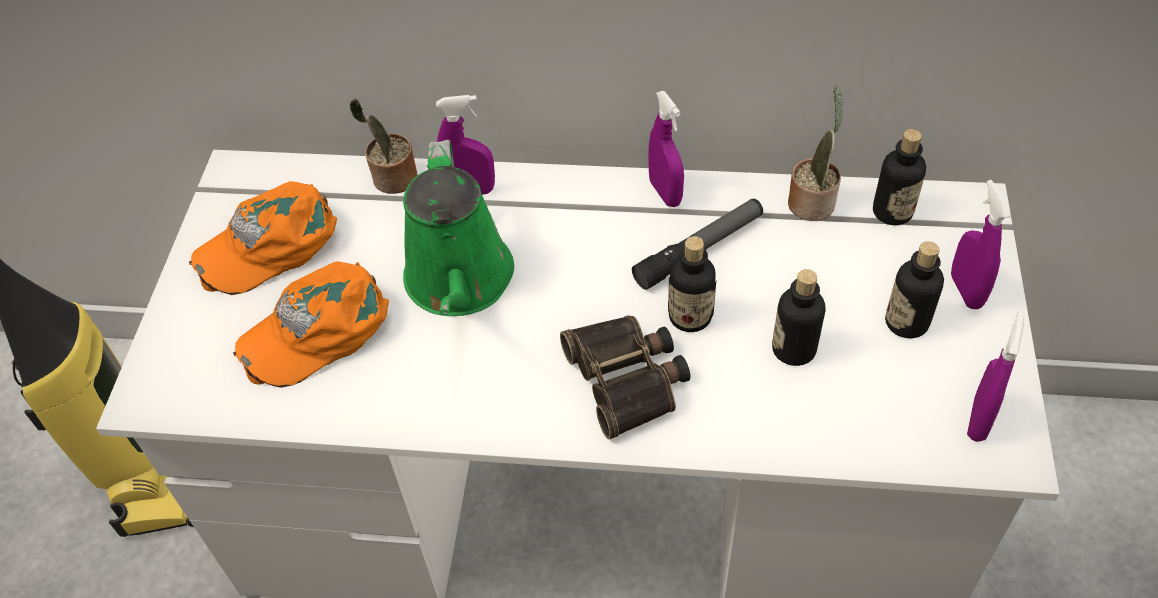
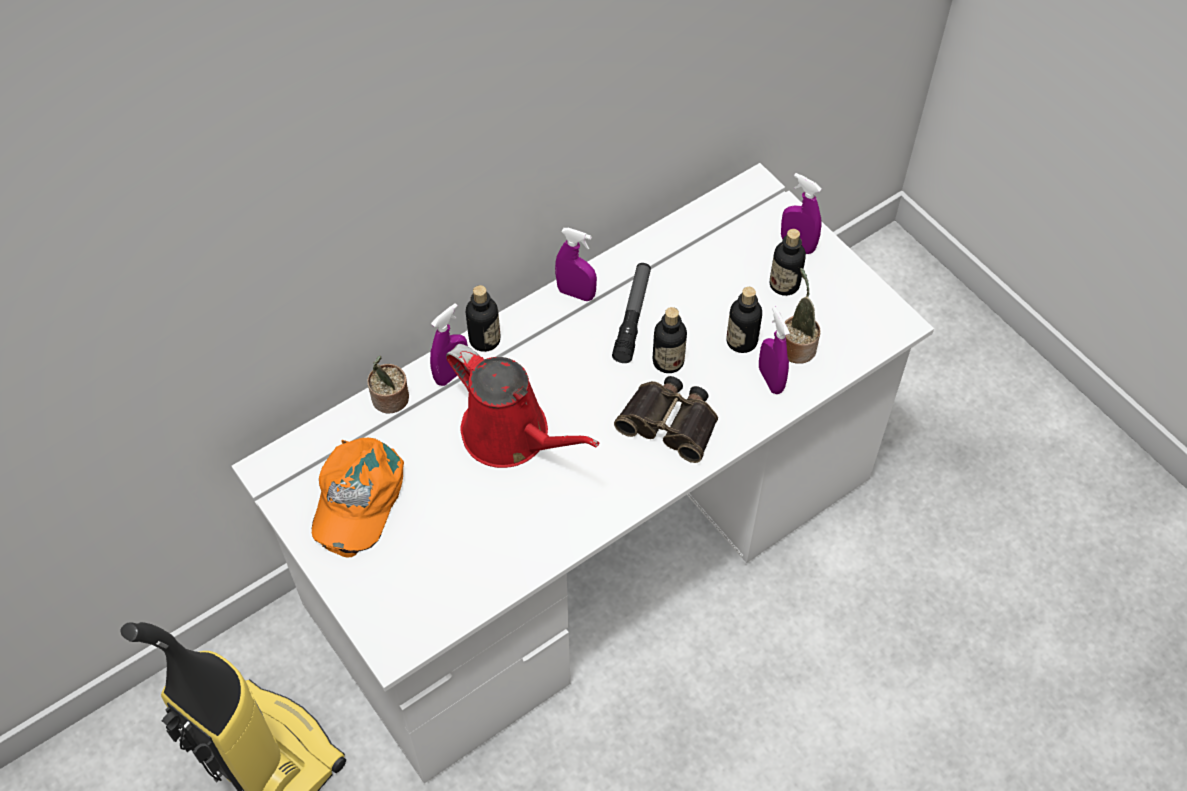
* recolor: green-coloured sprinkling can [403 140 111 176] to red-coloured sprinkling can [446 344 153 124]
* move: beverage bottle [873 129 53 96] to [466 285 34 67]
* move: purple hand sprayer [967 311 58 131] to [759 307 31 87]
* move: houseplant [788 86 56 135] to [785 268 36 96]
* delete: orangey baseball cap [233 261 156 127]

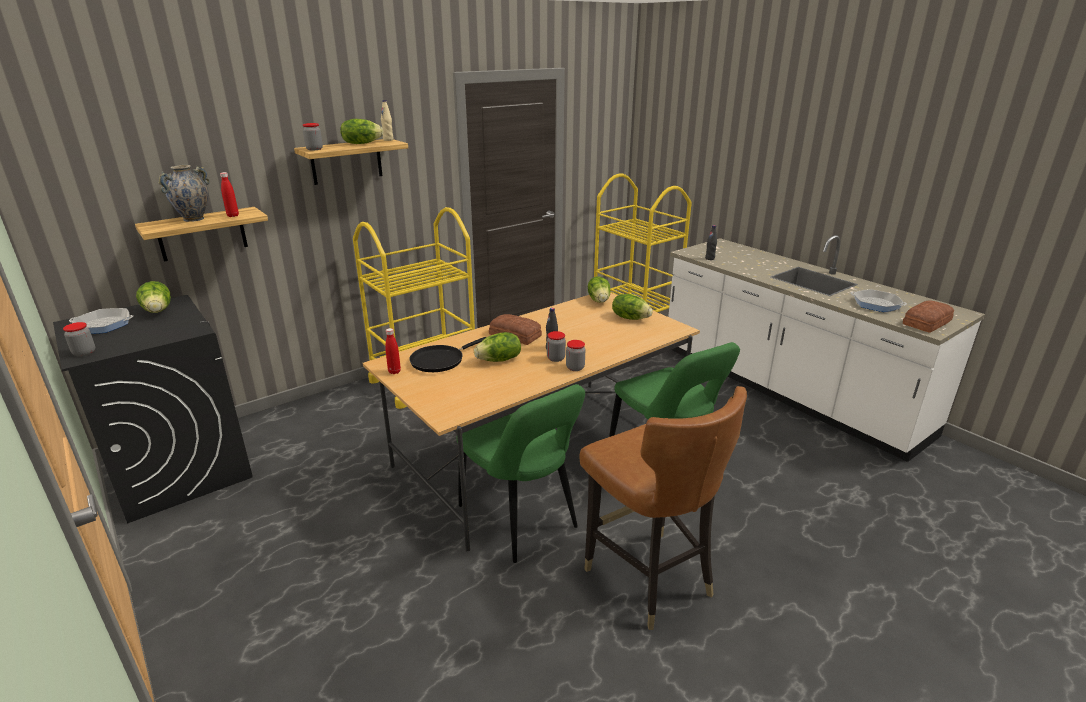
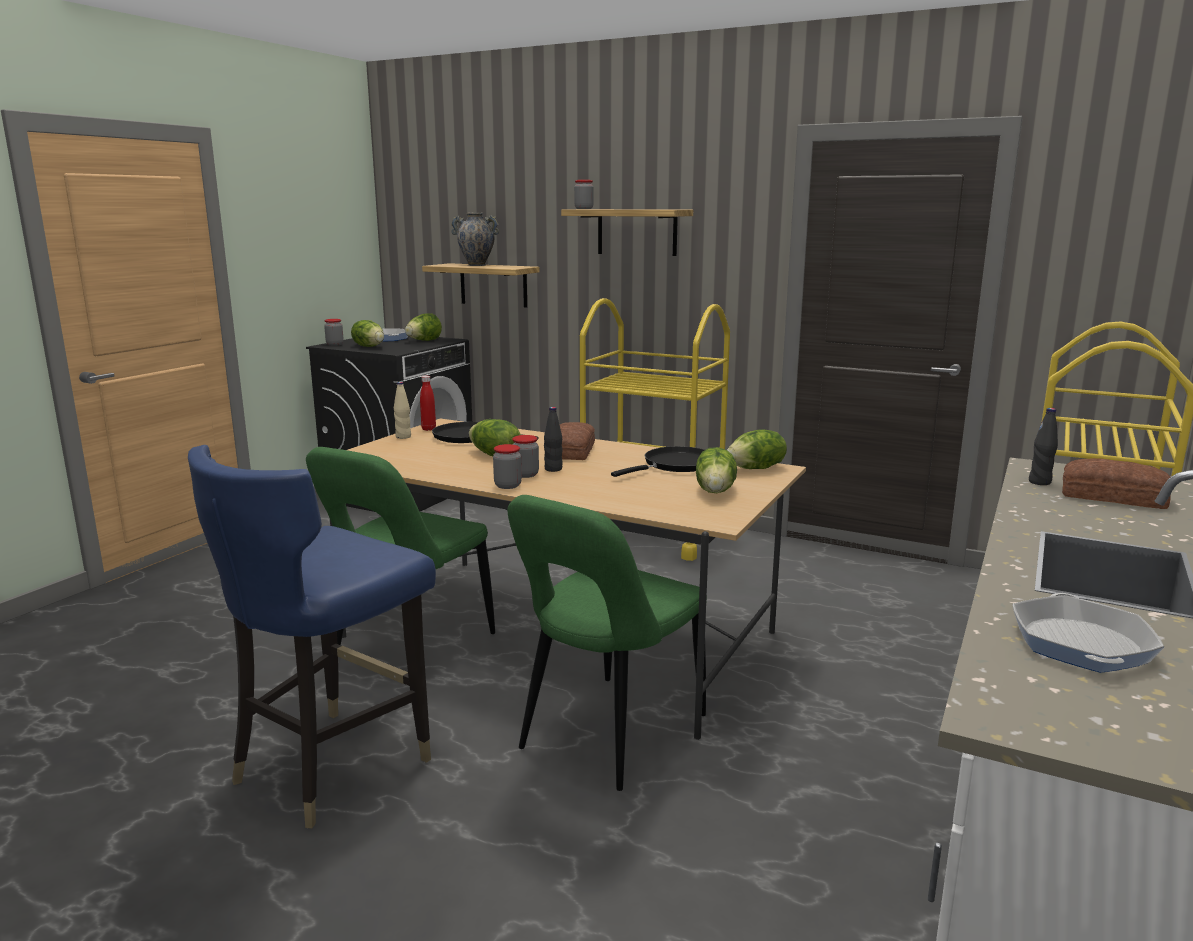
* recolor: brownish chair [580 386 167 244] to bluish chair [188 445 248 384]
* move: lettuce [340 119 43 25] to [351 320 33 27]
* move: beige beverage bottle [381 100 13 41] to [394 382 17 57]
* insert: blackish pan [611 446 94 31]
* move: bread [903 301 51 32] to [1062 458 109 51]
* delete: red-coloured beverage bottle [220 172 19 45]

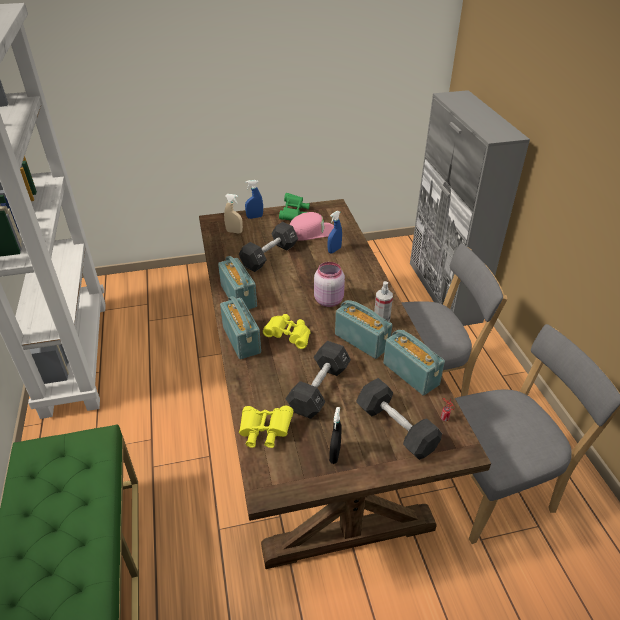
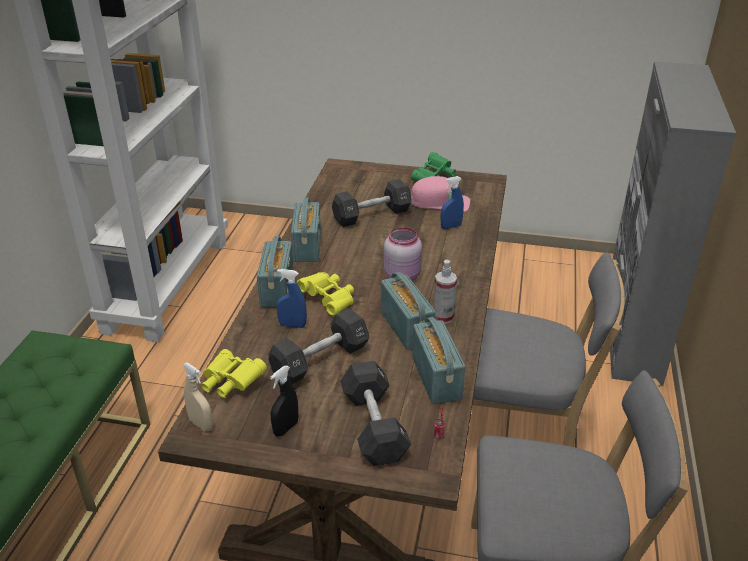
* move: beige hand sprayer [224 194 19 39] to [183 362 30 69]
* move: bluish hand sprayer [245 180 18 39] to [277 269 30 59]

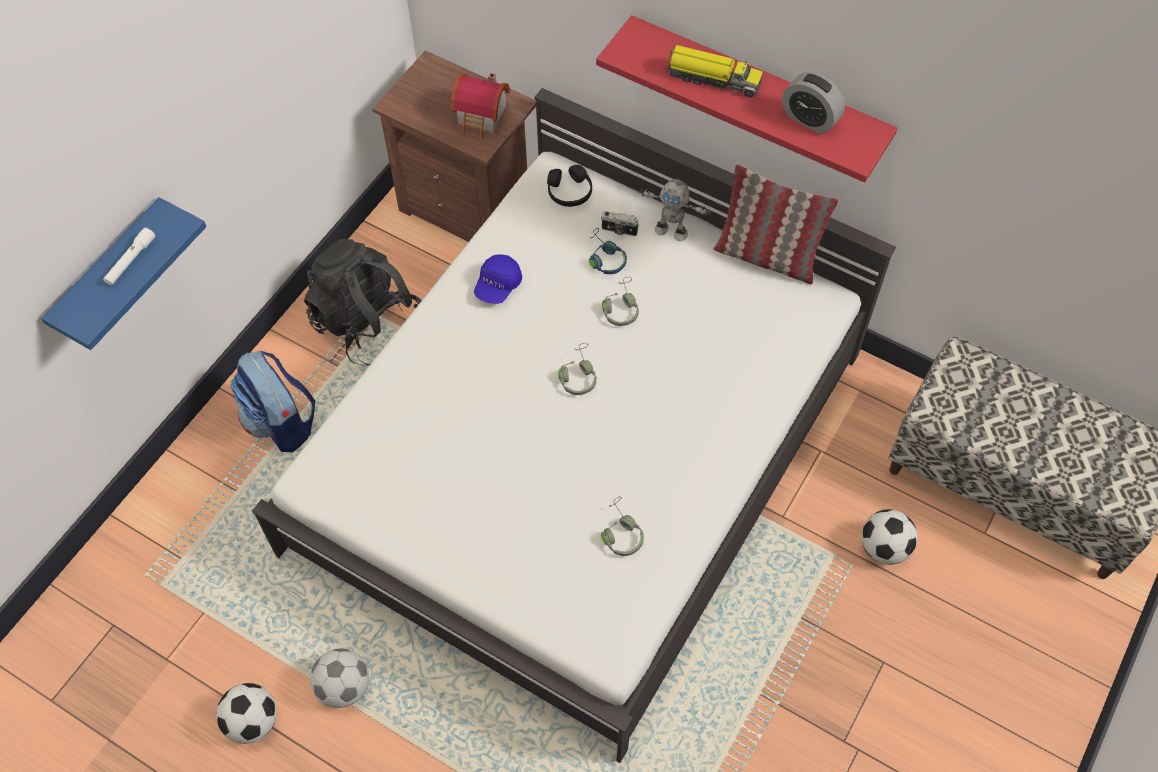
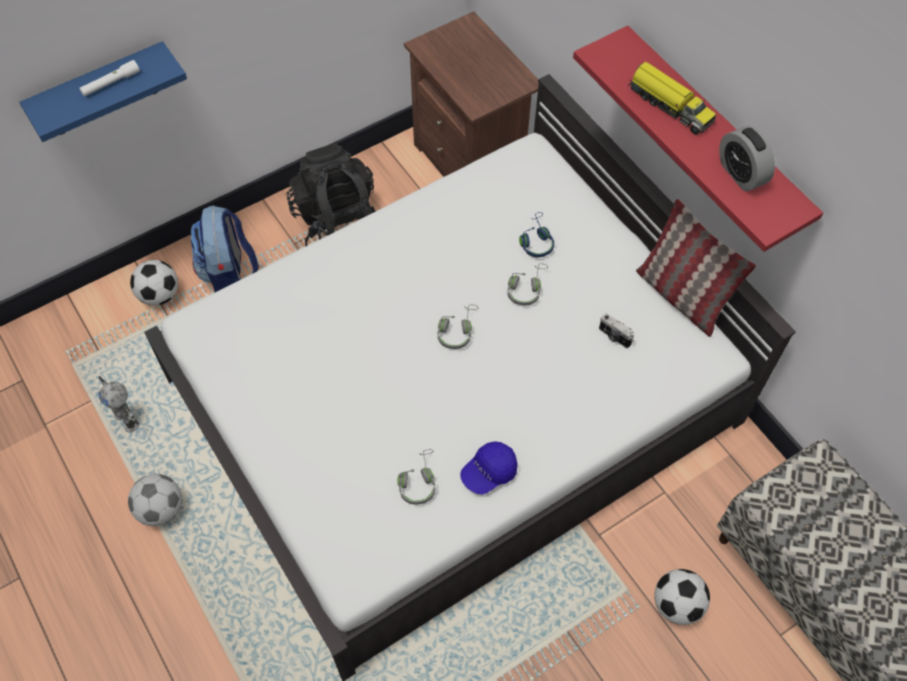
* move: toy robot [639 179 72 62] to [99 376 41 57]
* move: football [216 683 61 61] to [130 260 48 46]
* move: bluish baseball cap [474 254 48 50] to [460 442 58 53]
* move: photo camera [601 211 38 25] to [599 313 35 35]
* delete: toy house [451 72 59 67]
* delete: blackish headphones [547 165 45 42]

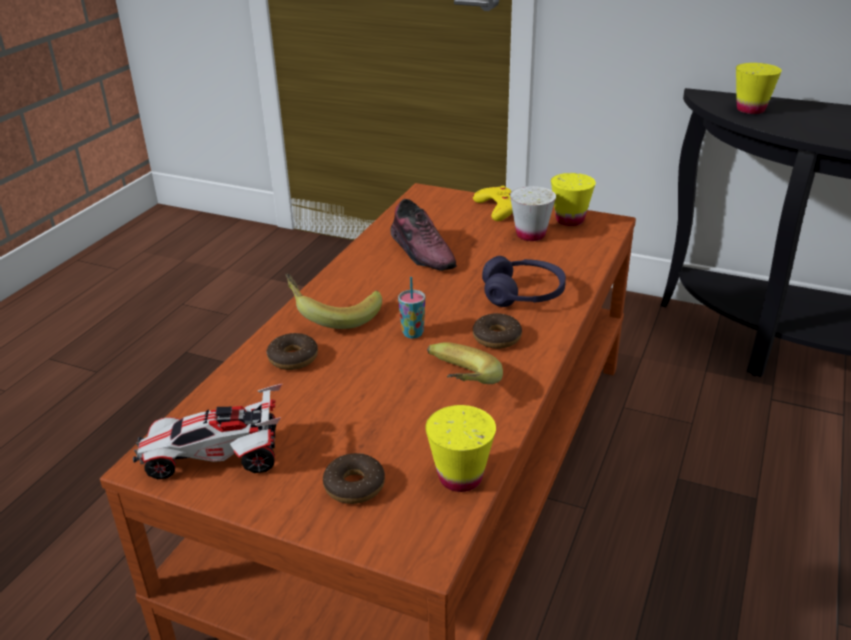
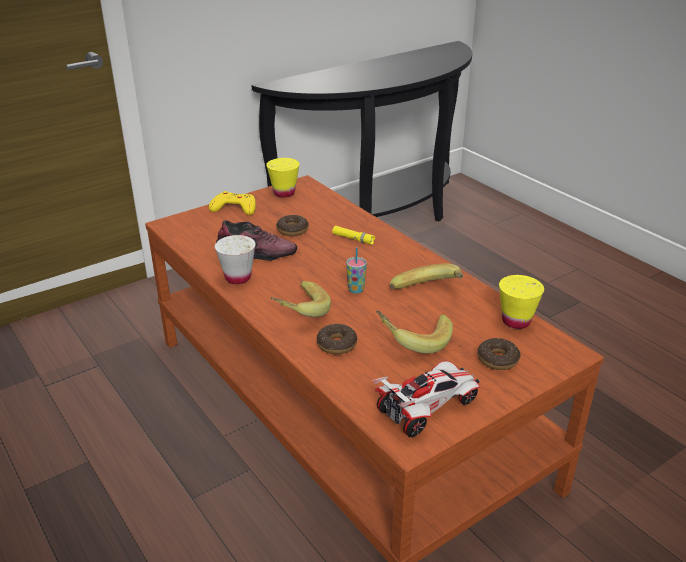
* move: whitish cup [510 186 46 55] to [215 235 40 49]
* move: ring doughnut [473 313 49 36] to [276 215 33 21]
* replace: purple headphones [482 256 84 51] to yellow-coloured flashlight [332 226 43 19]
* rotate: model car [133 384 149 95] = [372 361 108 76] 150 degrees counterclockwise
* insert: whole banana [376 311 77 43]
* delete: yellow-coloured cup [736 63 46 51]

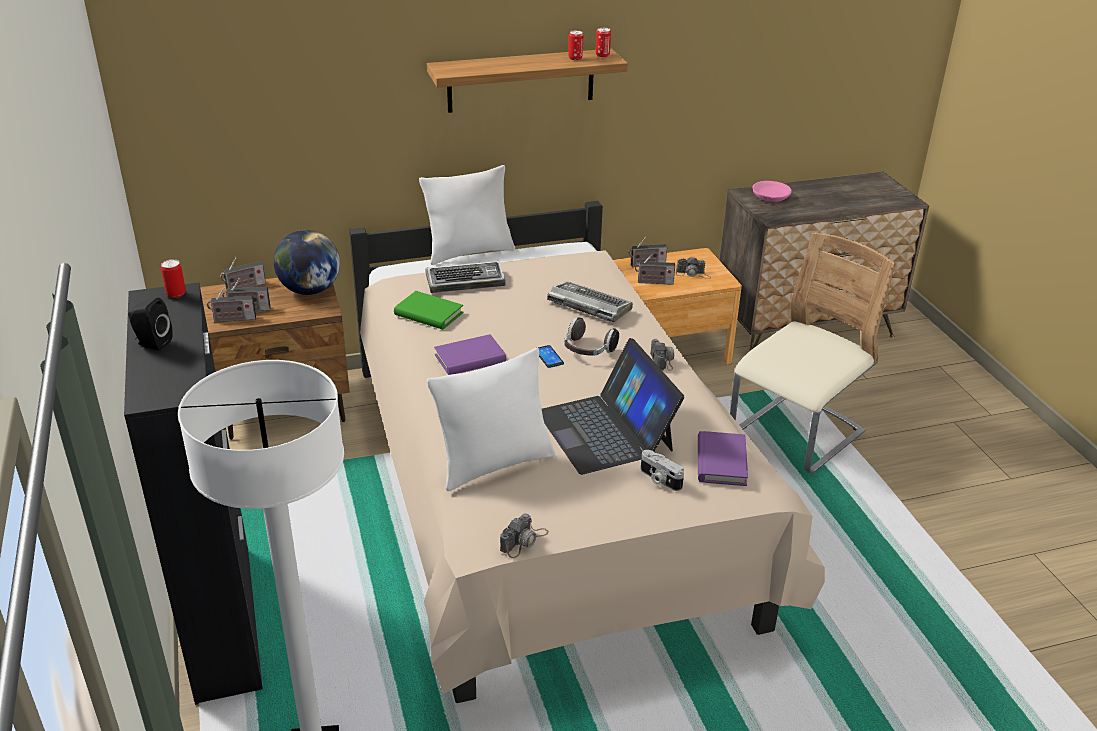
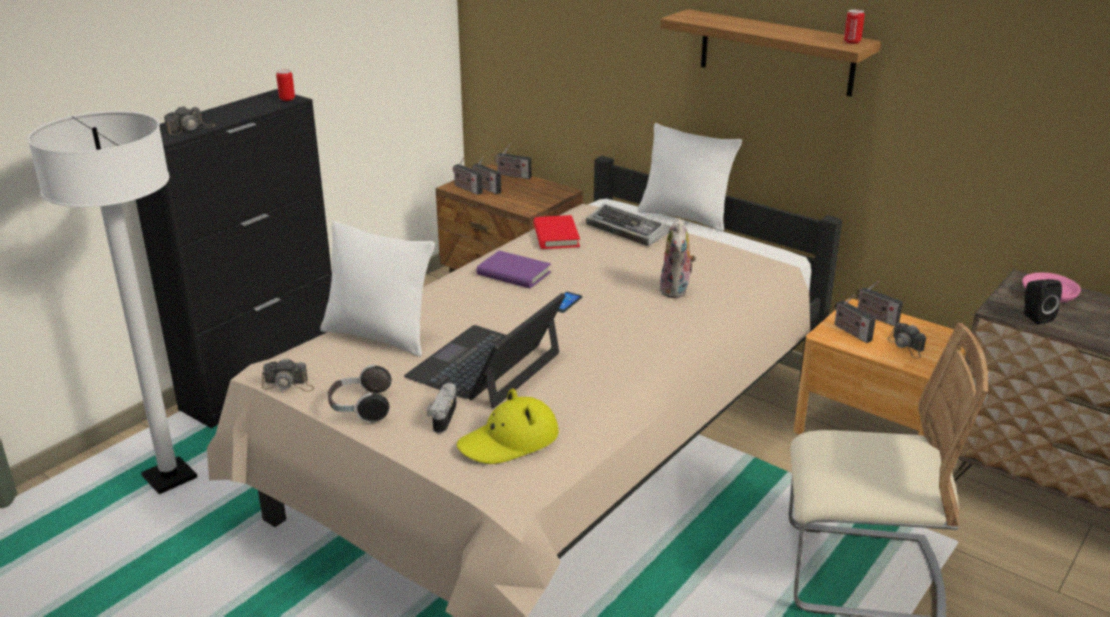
* move: photo camera [650 339 24 32] to [164 106 52 29]
* move: headphones [564 318 55 38] to [328 364 63 59]
* replace: purple volume [698 431 50 55] to yellow-coloured clothing hat [457 388 102 76]
* recolor: green-coloured volume [394 291 69 39] to red-coloured volume [533 215 47 34]
* replace: computer keyboard [547 281 86 41] to plush toy [660 218 36 80]
* move: blackish loudspeaker [128 298 45 53] to [1023 279 39 45]
* delete: globe [274 230 66 65]
* delete: sealed can [568 30 15 30]

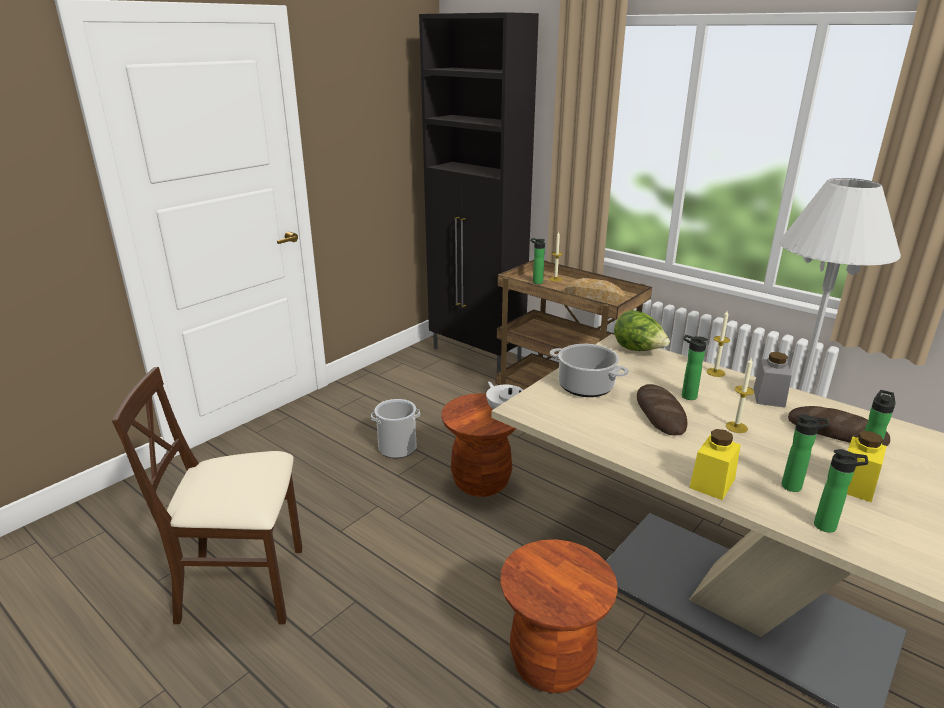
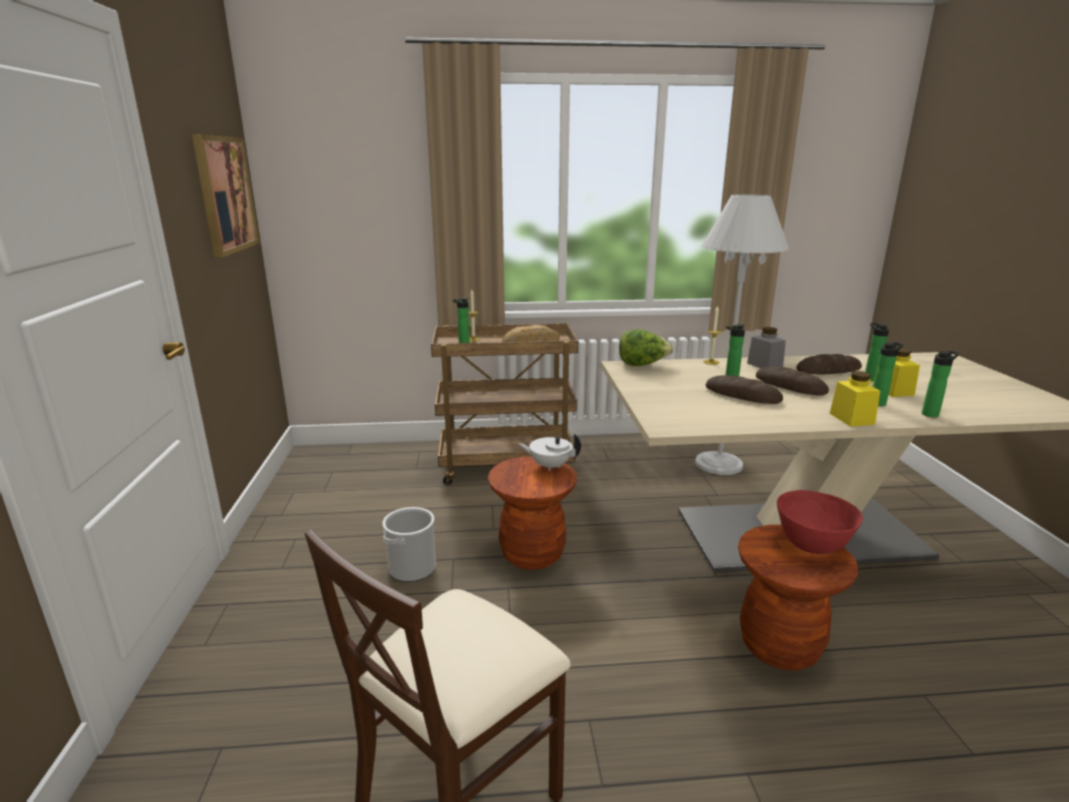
* insert: wall picture [192 134 67 123]
* replace: wax light [726 358 28 75] to bread [756 366 73 30]
* insert: red-coloured bowl [777 490 86 64]
* delete: blackish storage cabinet [419 12 120 361]
* delete: stockpot [550 344 79 53]

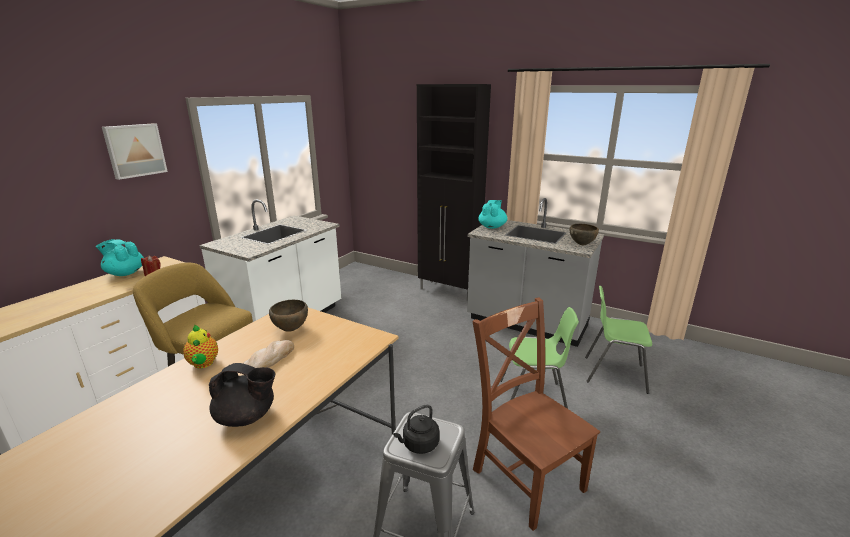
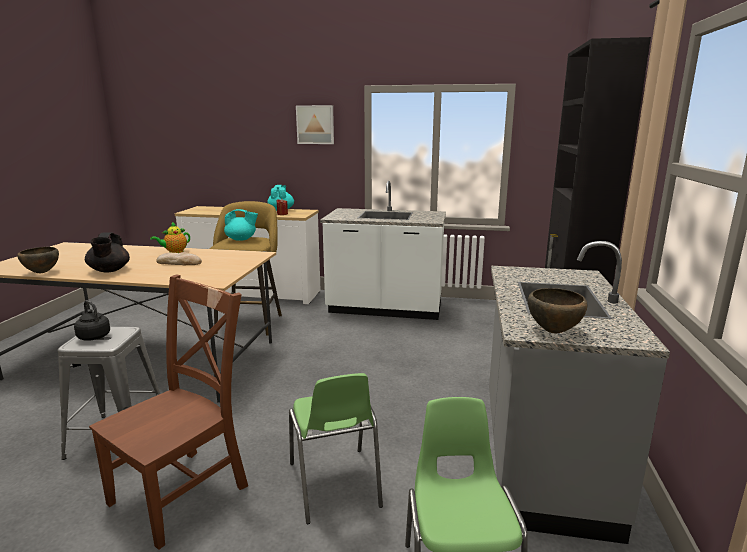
* move: brownish bowl [269 300 39 32] to [17 247 42 26]
* move: blue-green teapot [478 200 29 29] to [224 209 34 32]

